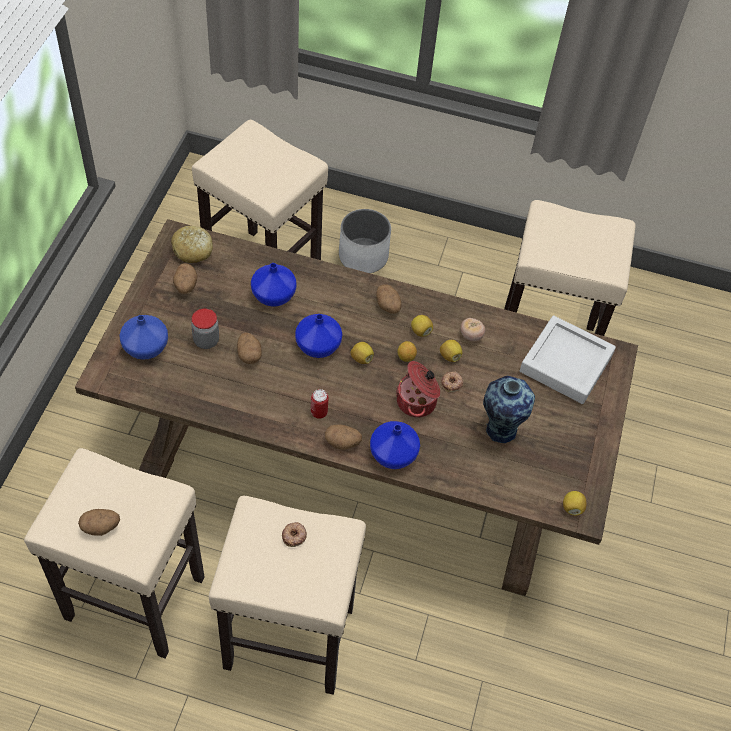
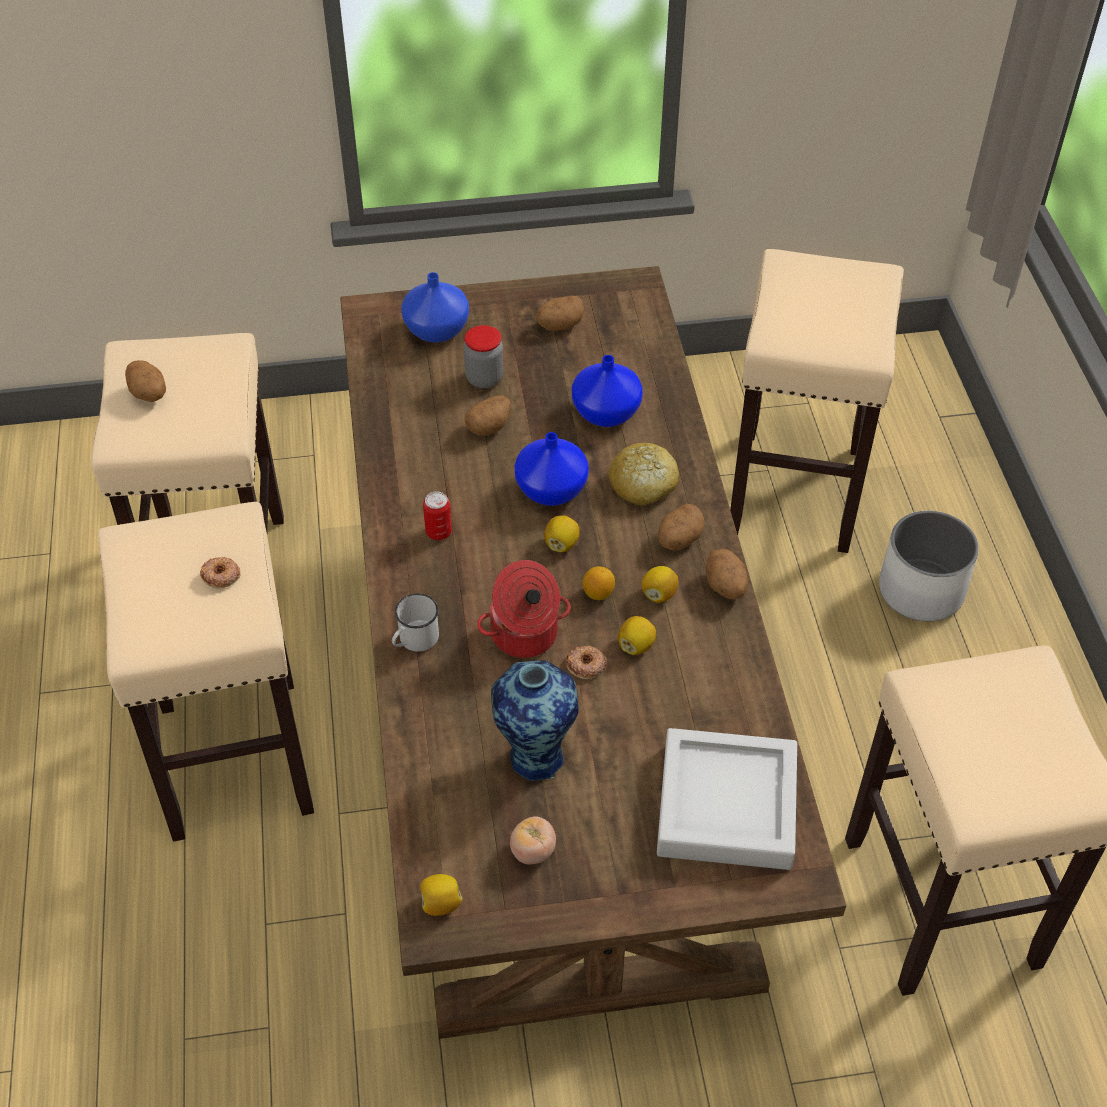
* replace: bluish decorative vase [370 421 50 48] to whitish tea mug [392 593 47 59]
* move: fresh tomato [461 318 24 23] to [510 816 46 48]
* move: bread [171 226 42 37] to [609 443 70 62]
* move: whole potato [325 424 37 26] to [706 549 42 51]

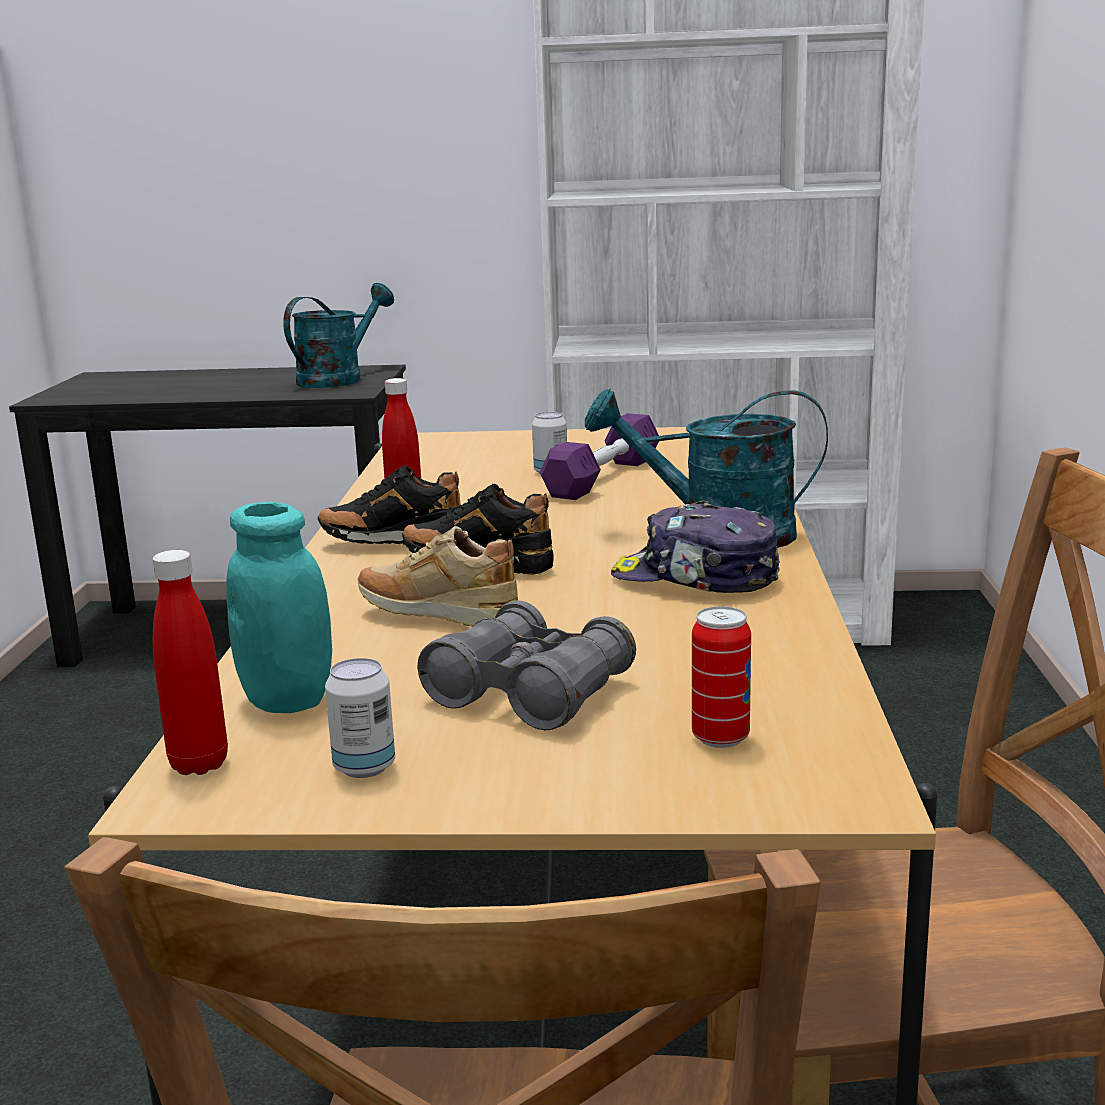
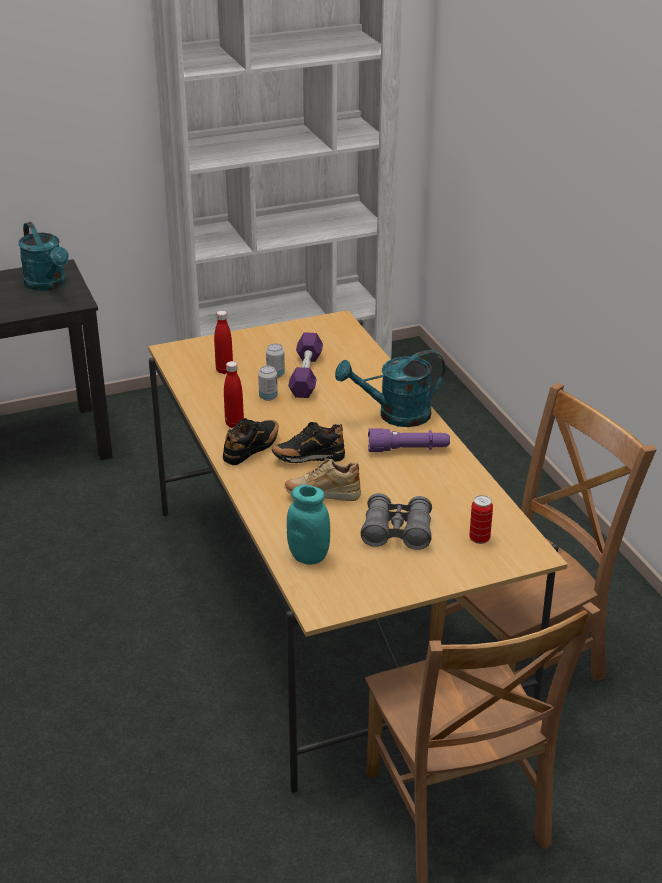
* rotate: blue-green sprinkling can [283 283 111 105] = [18 222 51 69] 135 degrees clockwise
* move: red-coloured beverage bottle [153 550 75 225] to [214 311 19 63]
* rotate: blackish item of footwear [318 465 143 80] = [223 418 56 47] 150 degrees clockwise
* move: sealed can [325 658 70 120] to [258 365 20 36]
* replace: baseball cap [611 500 169 93] to purple flashlight [368 428 82 24]

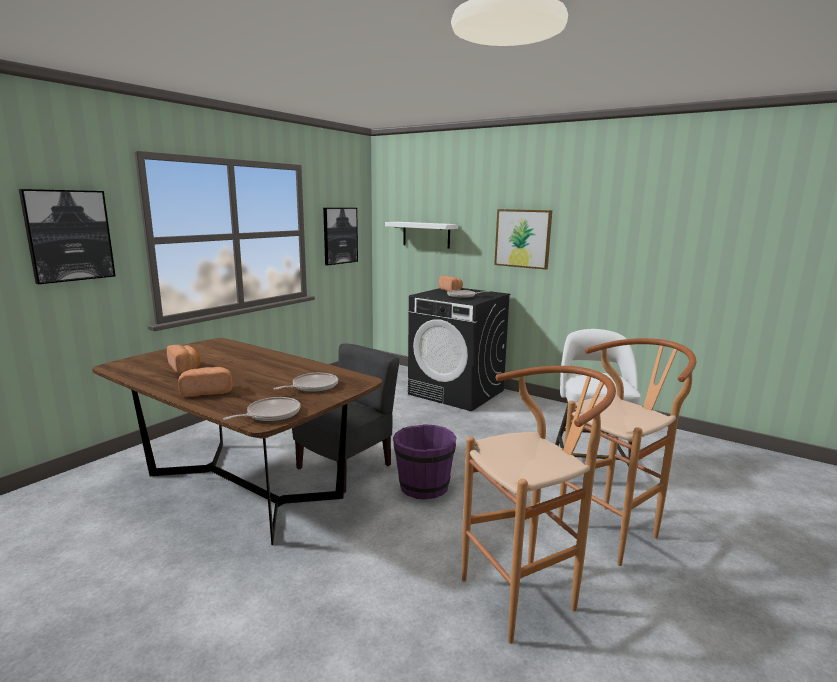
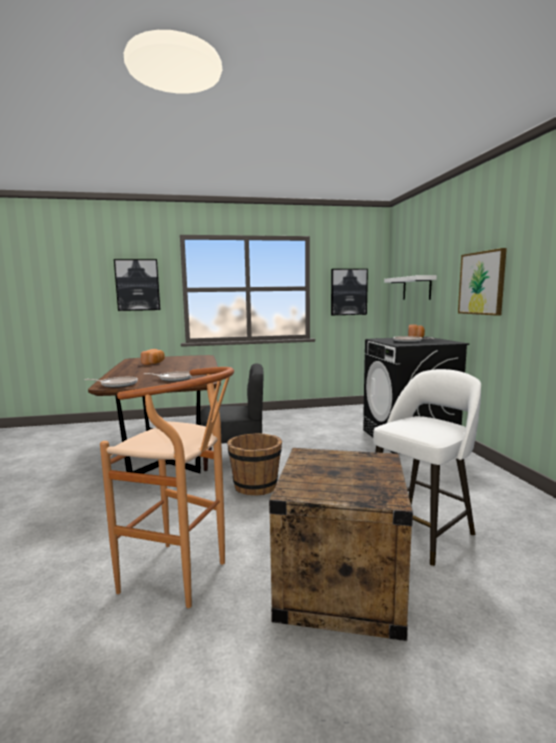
* recolor: purple water bucket [393 424 64 75] to brownish water bucket [227 433 55 63]
* replace: brownish stool seat [558 338 138 228] to shipping crate [269 448 144 193]
* delete: bread [178 367 54 30]

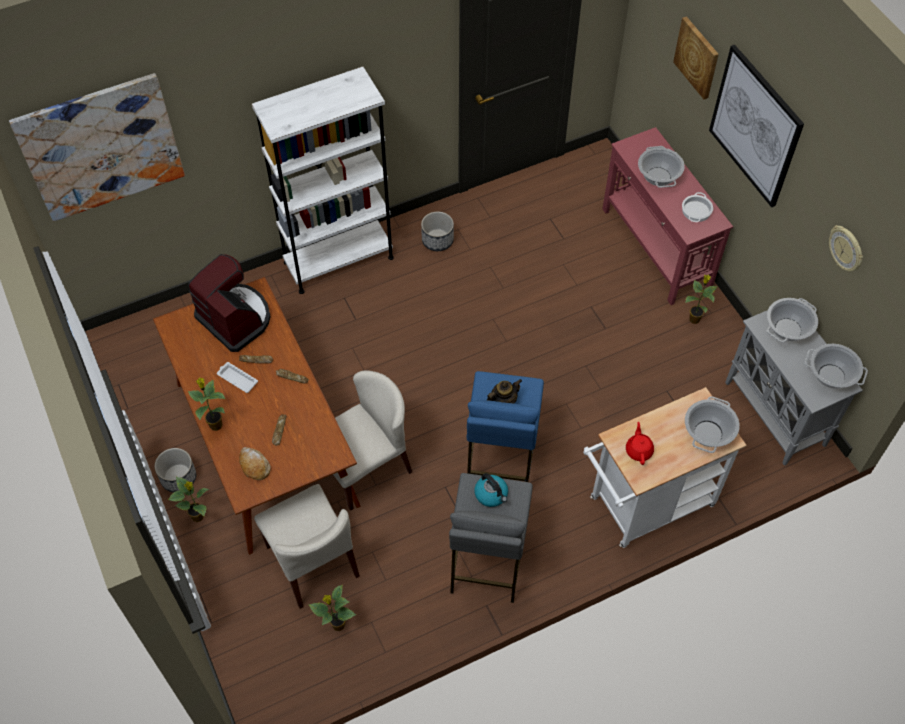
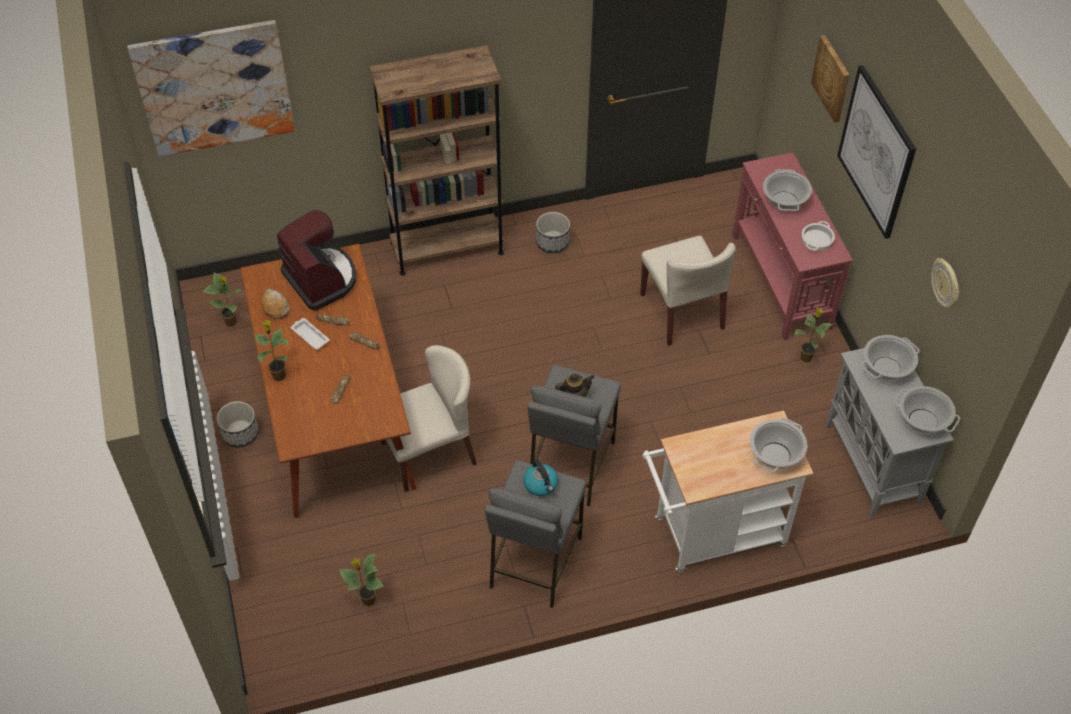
* move: houseplant [168 477 41 45] to [203 273 40 54]
* move: bread [239 447 32 33] to [261 289 29 30]
* recolor: whitish bookcase [252 66 142 228] to brownish bookcase [369 45 135 231]
* recolor: bluish stool seat [466 371 78 111] to greyish stool seat [527 365 94 141]
* move: beige chair [254 484 106 125] to [640 236 96 110]
* delete: red-coloured teapot [626 422 28 43]

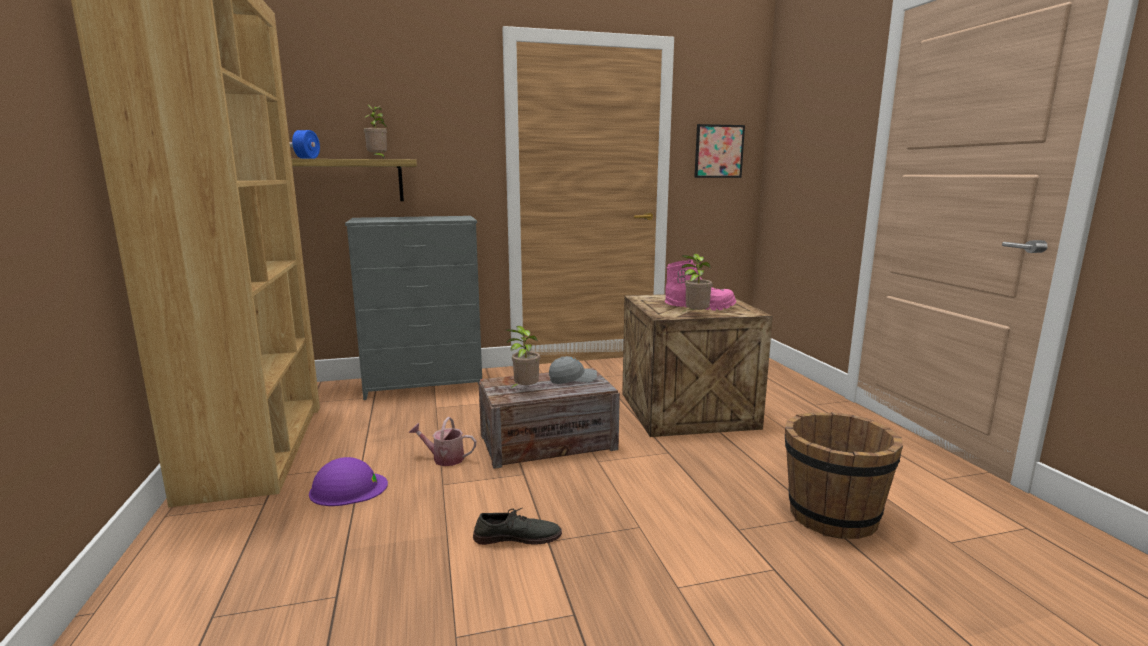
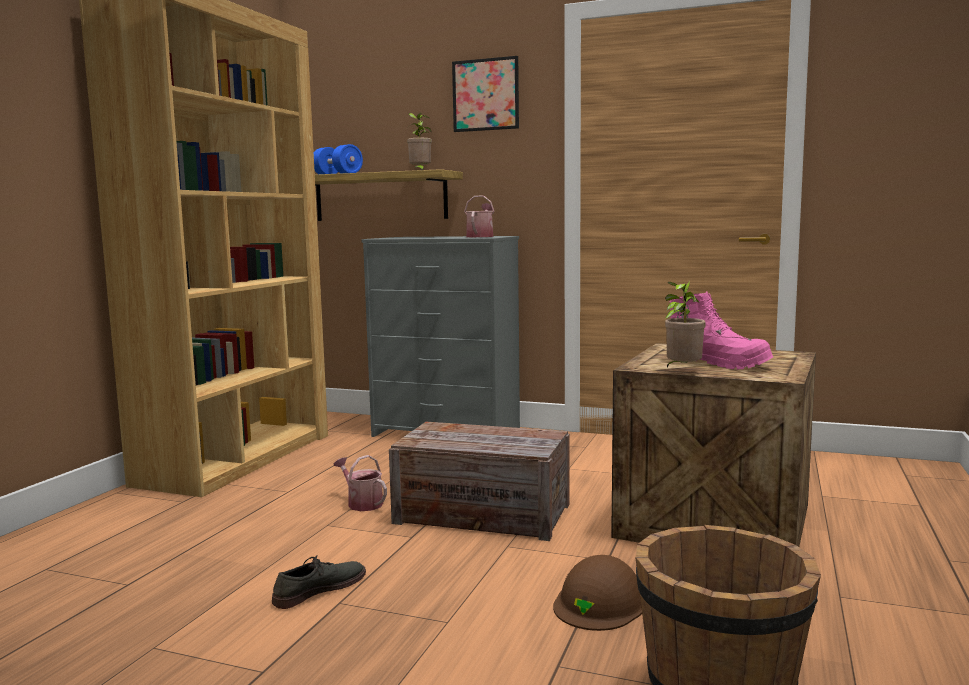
* rotate: greyish item of footwear [473 508 89 37] = [272 555 94 54] 75 degrees counterclockwise
* move: wall picture [694 124 51 54] to [452 56 67 76]
* insert: sprinkling can [464 196 31 41]
* insert: brownish safety helmet [553 555 89 76]
* delete: purple safety helmet [309 457 79 49]
* delete: houseplant [506 326 34 63]
* delete: greyish baseball cap [549 356 48 28]

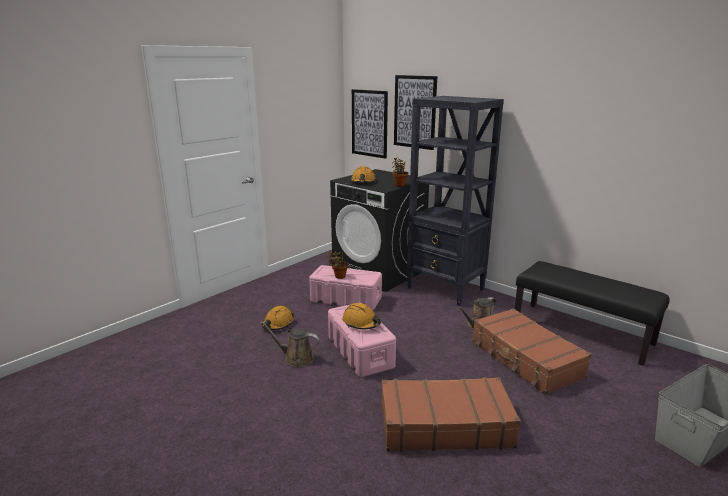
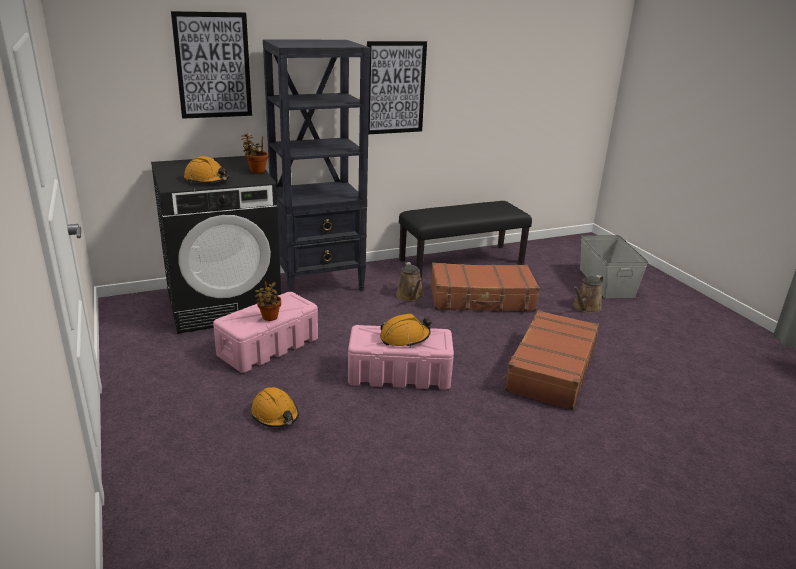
* move: wall picture [352 89 36 70] to [367 41 60 93]
* move: brownish sprinkling can [260 321 60 46] to [573 275 30 38]

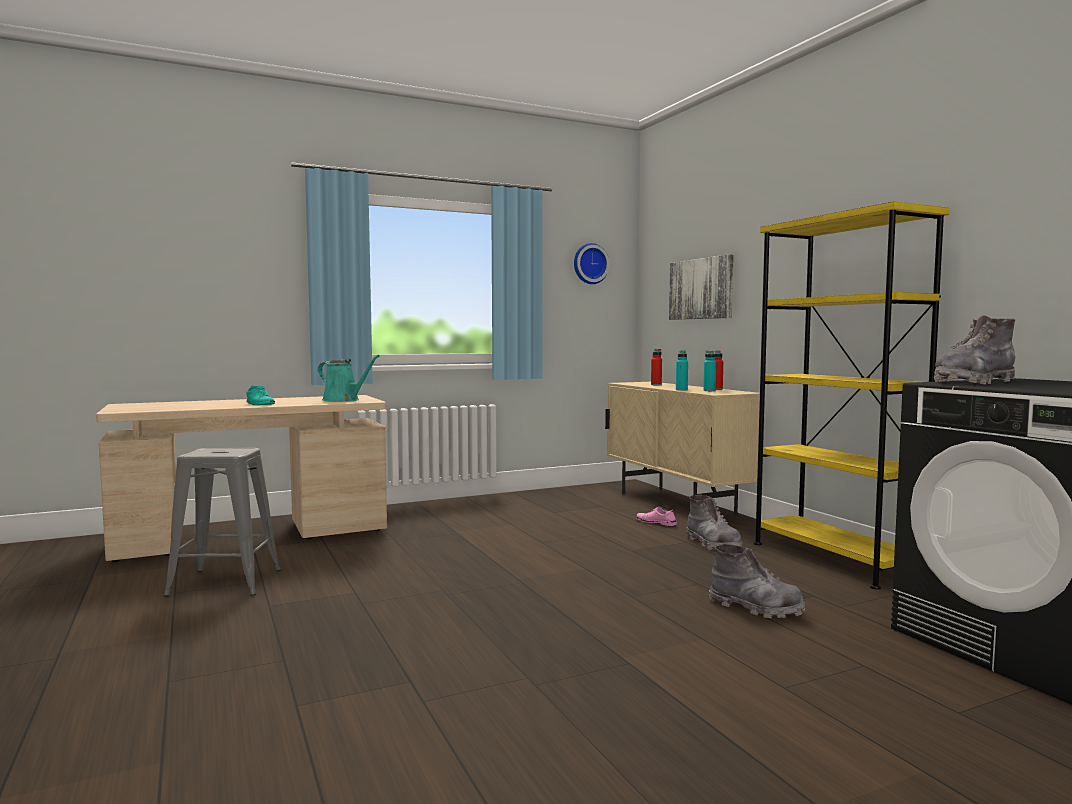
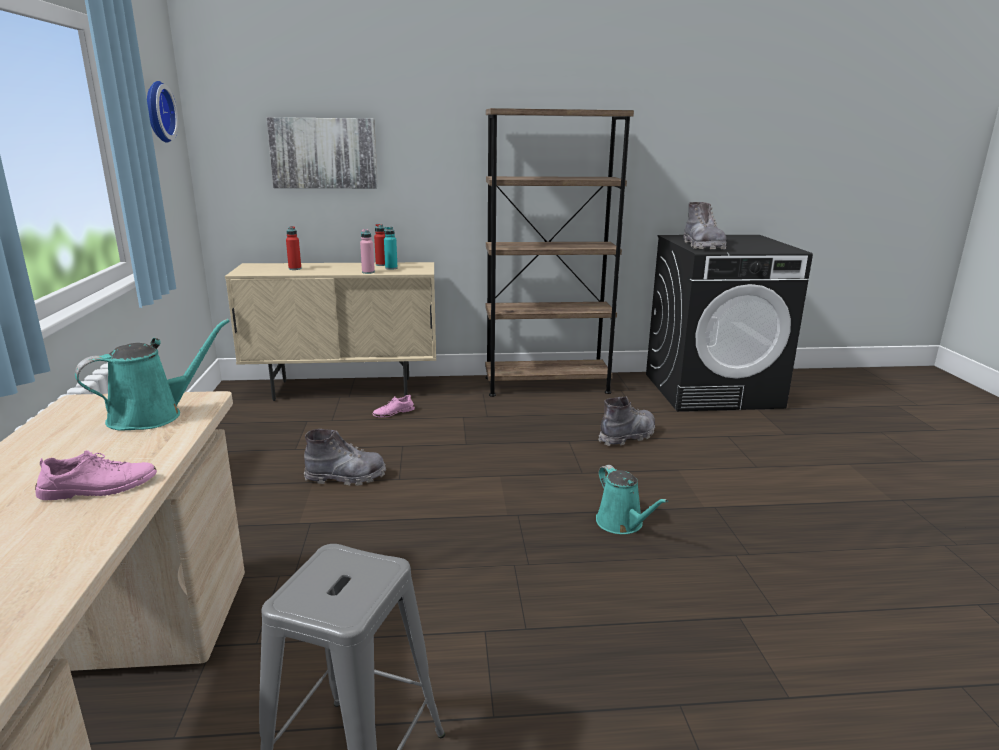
* recolor: blue-green item of footwear [246 385 29 20] to pinkish item of footwear [35 450 122 50]
* move: greyish boot [686 495 57 55] to [304 429 82 57]
* recolor: blue-green beverage bottle [676 350 12 41] to pinkish beverage bottle [360 229 15 45]
* recolor: yellow-coloured bookcase [754 201 196 389] to brownish bookcase [485 108 149 289]
* insert: blue-green sprinkling can [596 465 72 69]

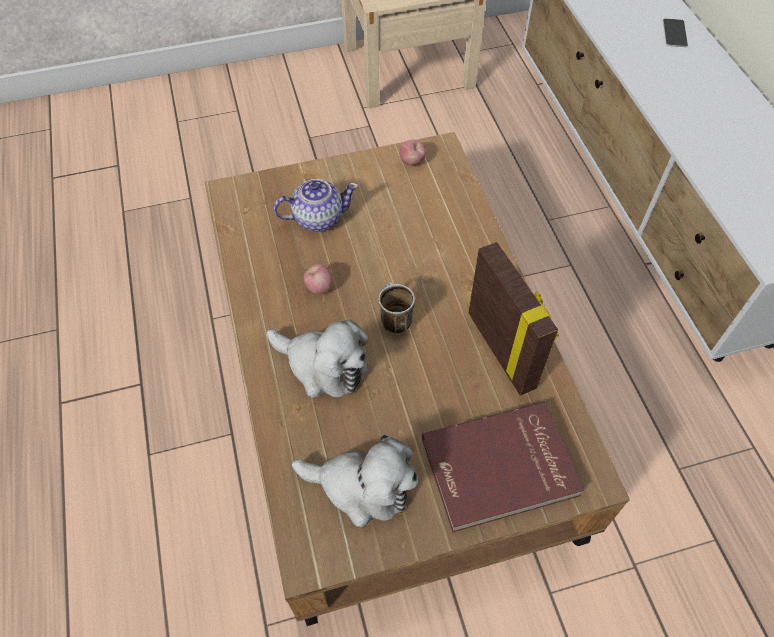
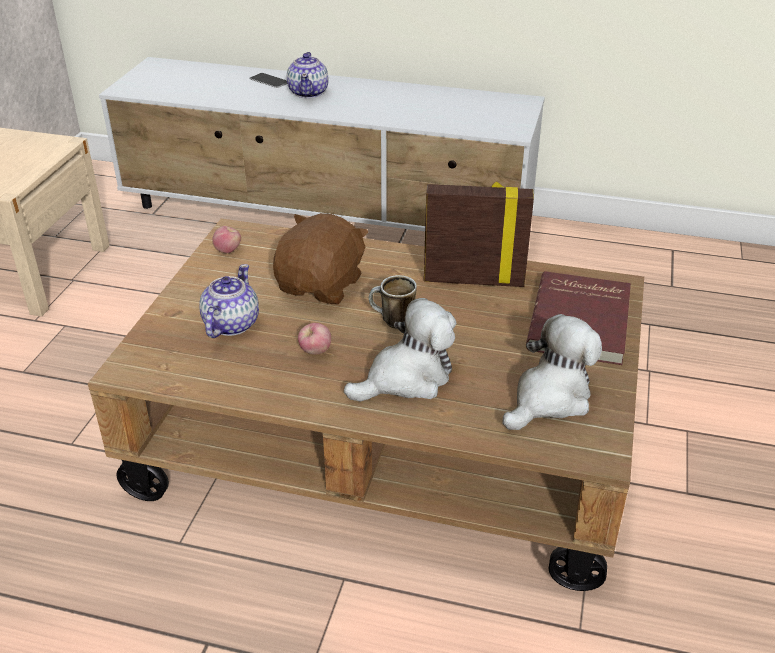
* insert: brownish plush toy [273 213 96 91]
* insert: teapot [287 52 42 46]

